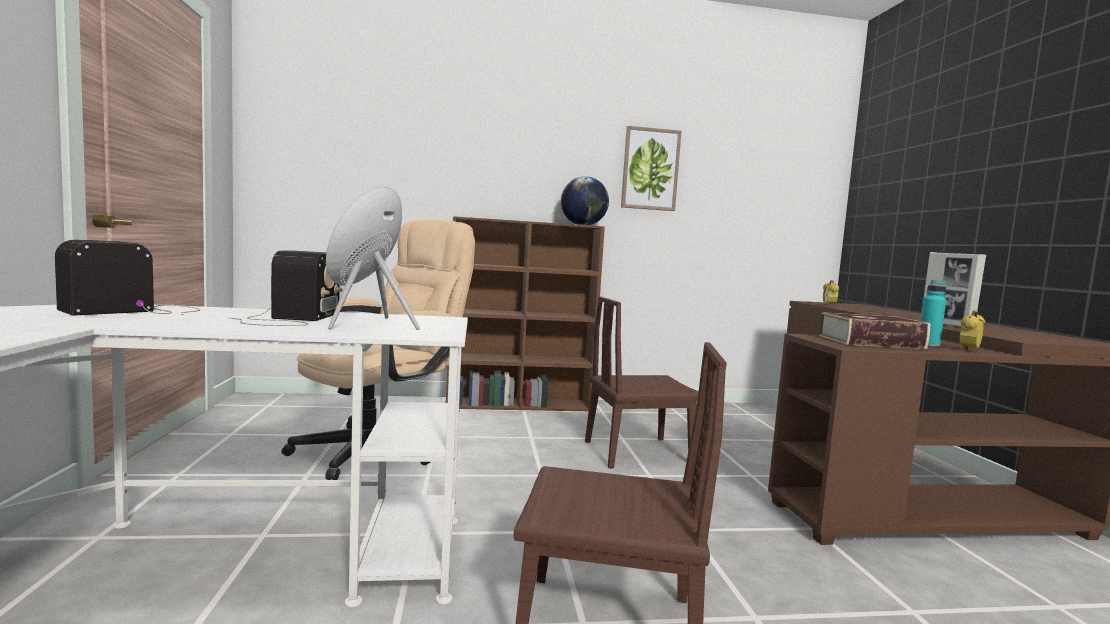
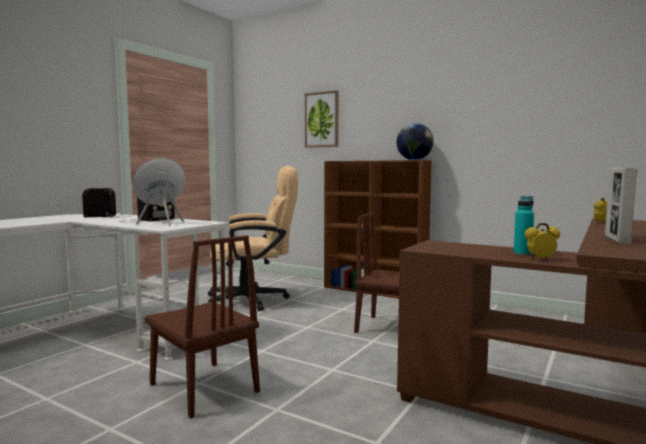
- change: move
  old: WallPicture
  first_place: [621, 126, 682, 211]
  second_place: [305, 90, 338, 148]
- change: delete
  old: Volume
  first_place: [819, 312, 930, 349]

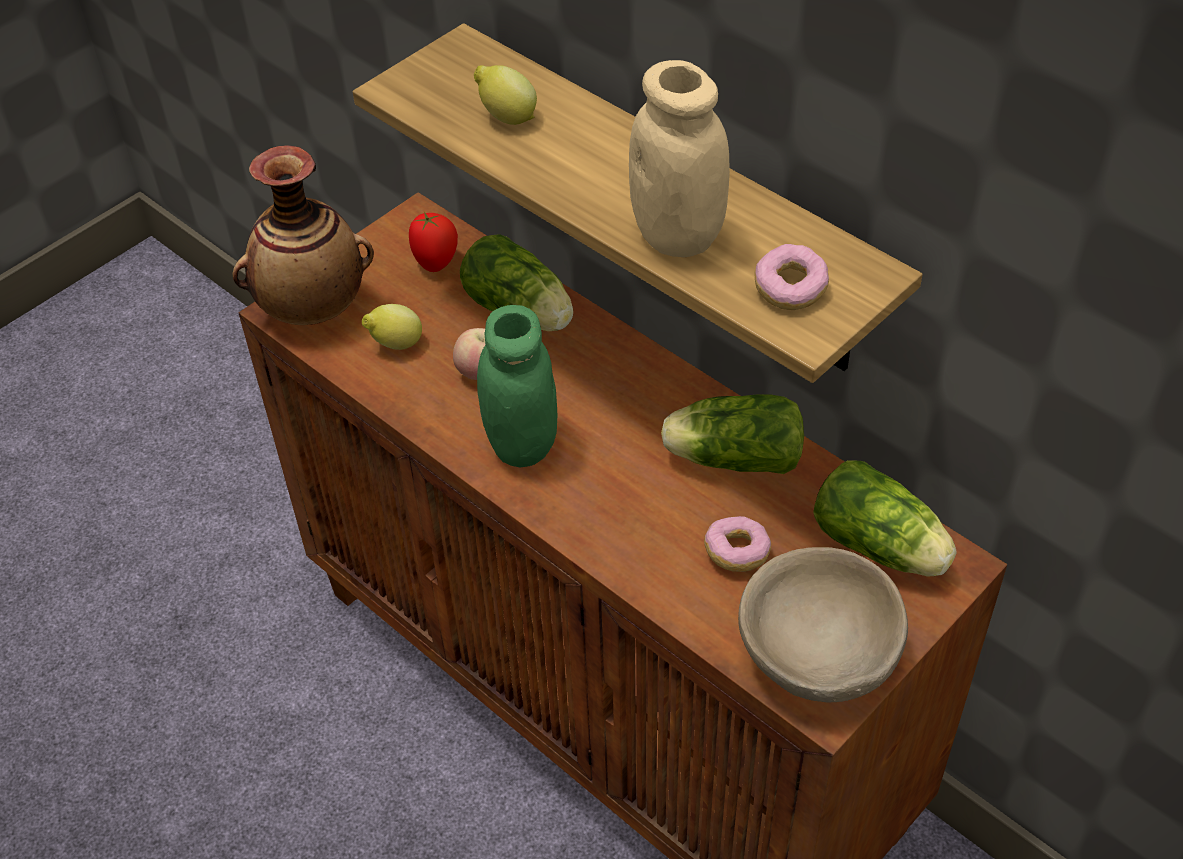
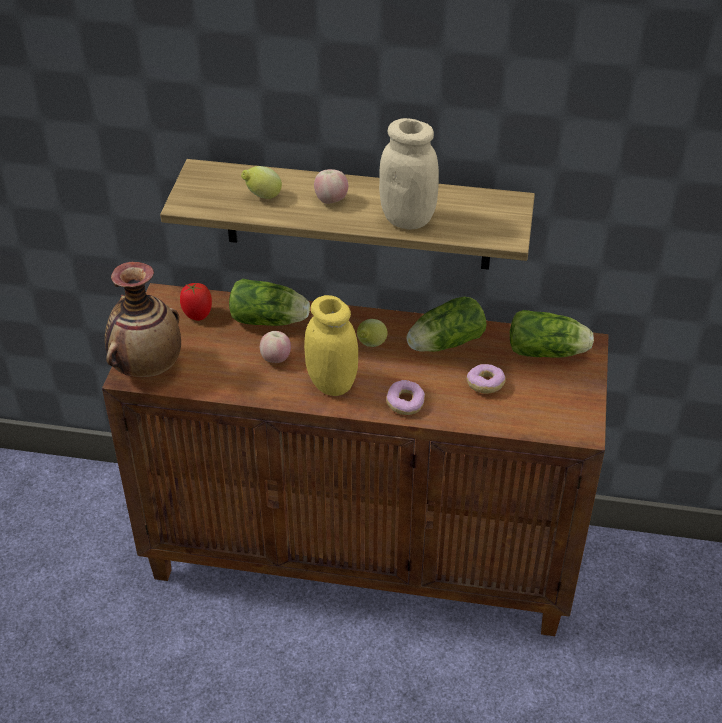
- change: move
  old: WholeLemon
  first_place: [362, 304, 422, 350]
  second_place: [357, 319, 388, 347]
- change: recolor
  old: GreenStorageJar
  new: YellowStorageJar
  first_place: [477, 305, 557, 468]
  second_place: [304, 295, 358, 396]
- change: delete
  old: SandColouredServingBowl
  first_place: [738, 547, 908, 703]
- change: move
  old: Donut
  first_place: [754, 244, 829, 310]
  second_place: [386, 380, 425, 415]
- change: insert
  new: AppleFruit
  second_place: [314, 169, 348, 204]

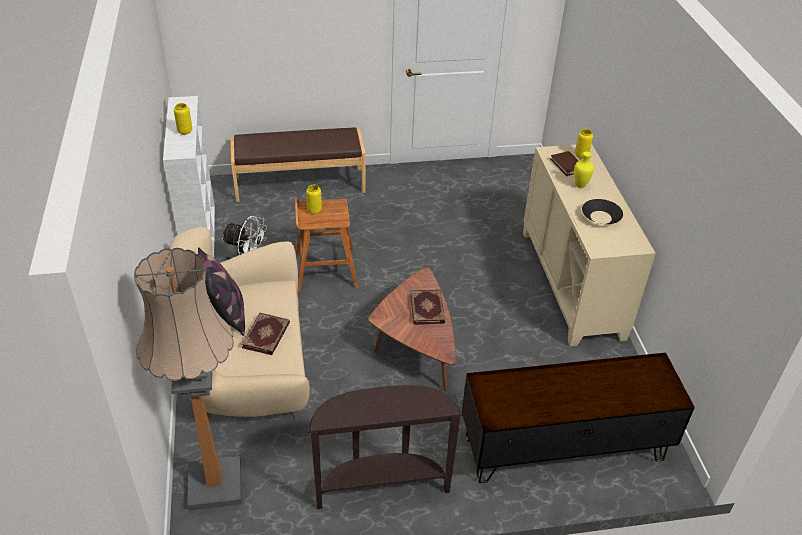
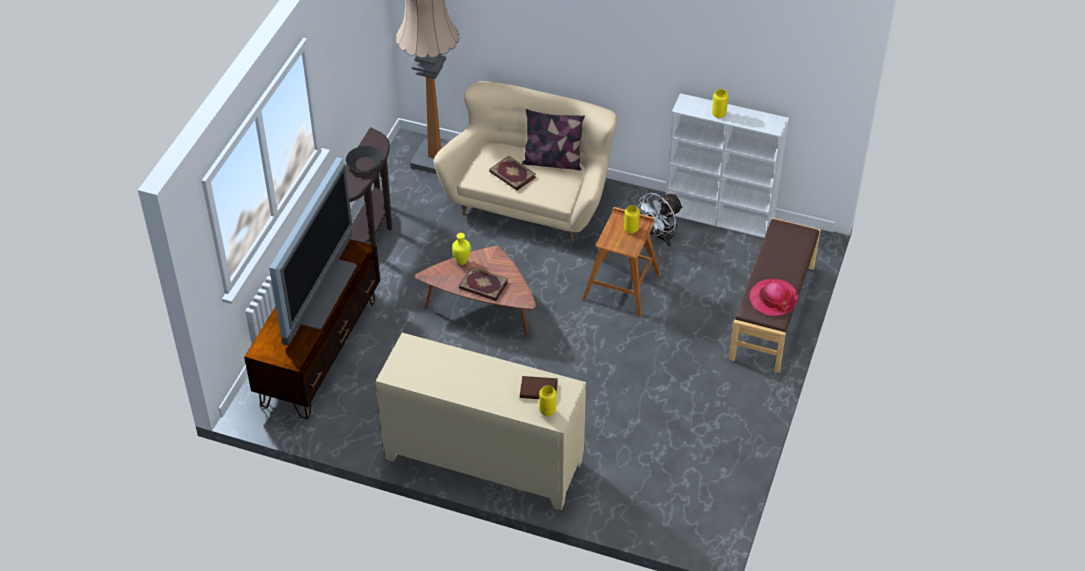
- change: move
  old: YellowVase
  first_place: [574, 151, 594, 188]
  second_place: [452, 233, 471, 265]
- change: move
  old: BlackServingBowl
  first_place: [582, 199, 623, 224]
  second_place: [346, 146, 384, 171]
- change: insert
  new: Television
  second_place: [269, 157, 357, 345]
- change: insert
  new: Hat
  second_place: [749, 279, 798, 316]

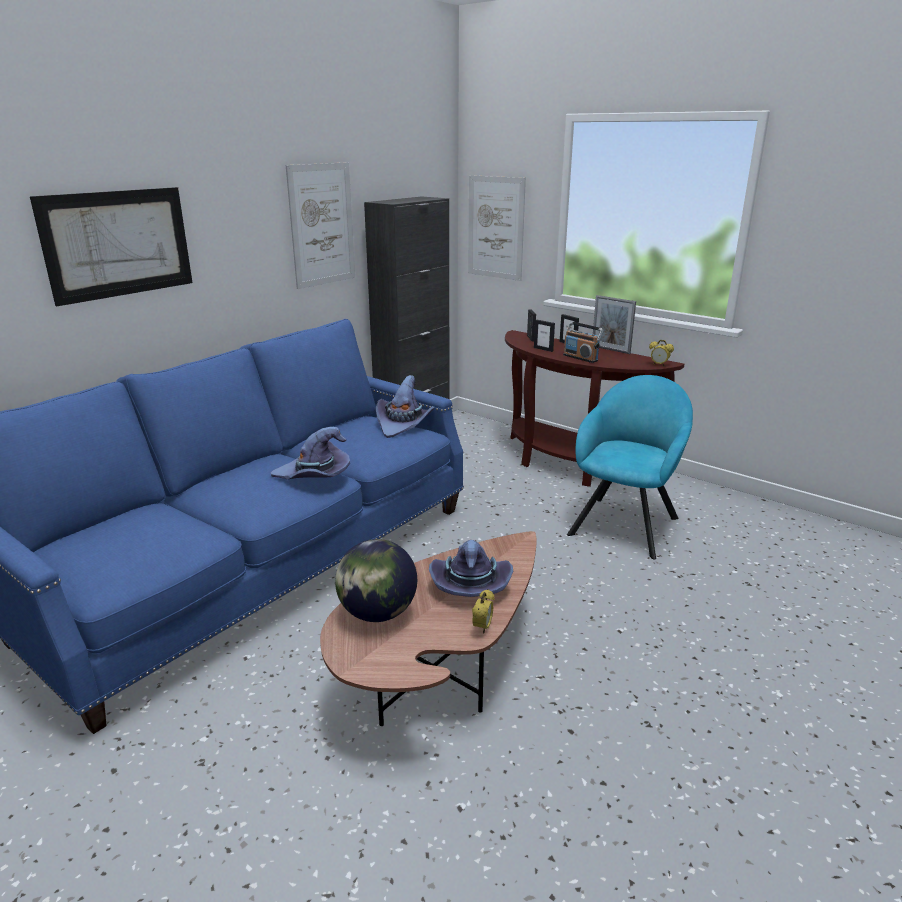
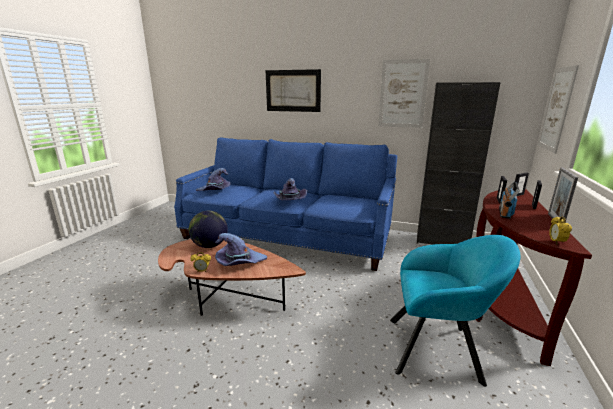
- change: move
  old: PurplishHat
  first_place: [376, 375, 435, 438]
  second_place: [196, 168, 231, 191]

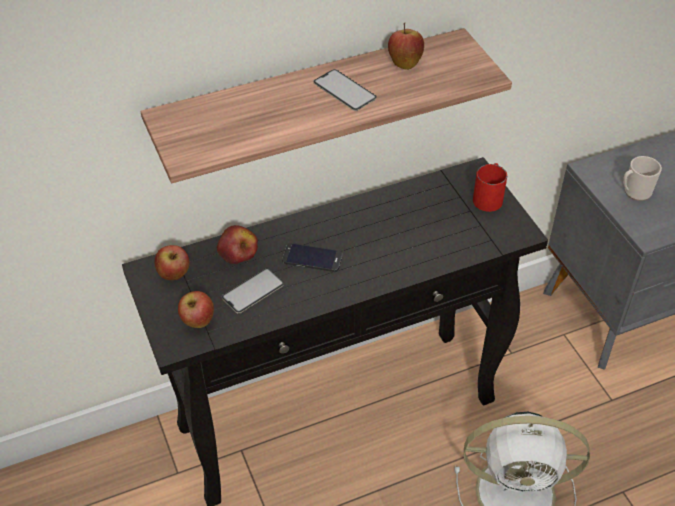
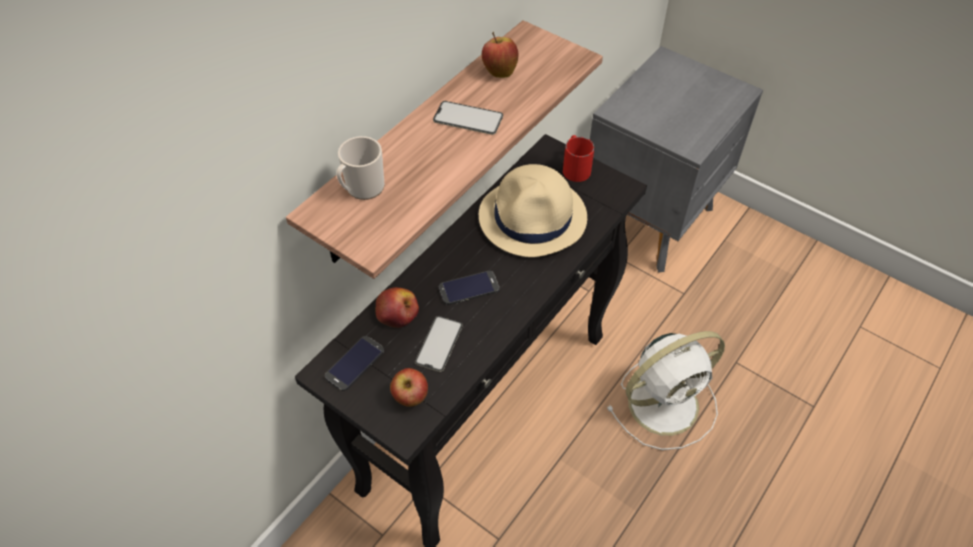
- change: replace
  old: AppleFruit
  new: Telephone
  first_place: [154, 245, 190, 280]
  second_place: [325, 336, 384, 391]
- change: move
  old: TeaMug
  first_place: [623, 156, 662, 201]
  second_place: [336, 136, 385, 200]
- change: insert
  new: SandColouredHat
  second_place: [479, 164, 587, 257]

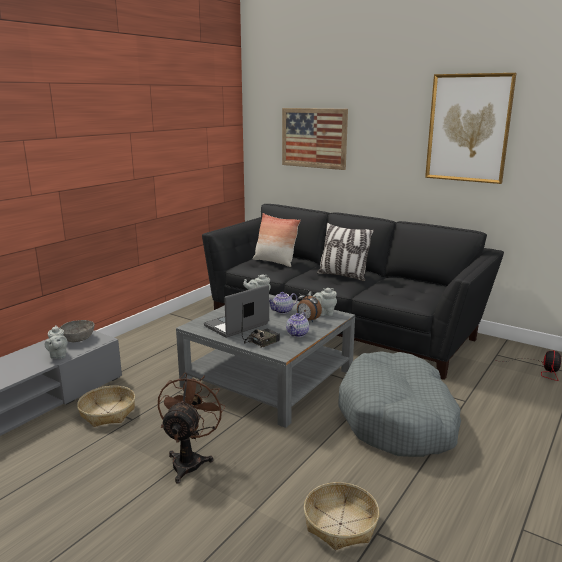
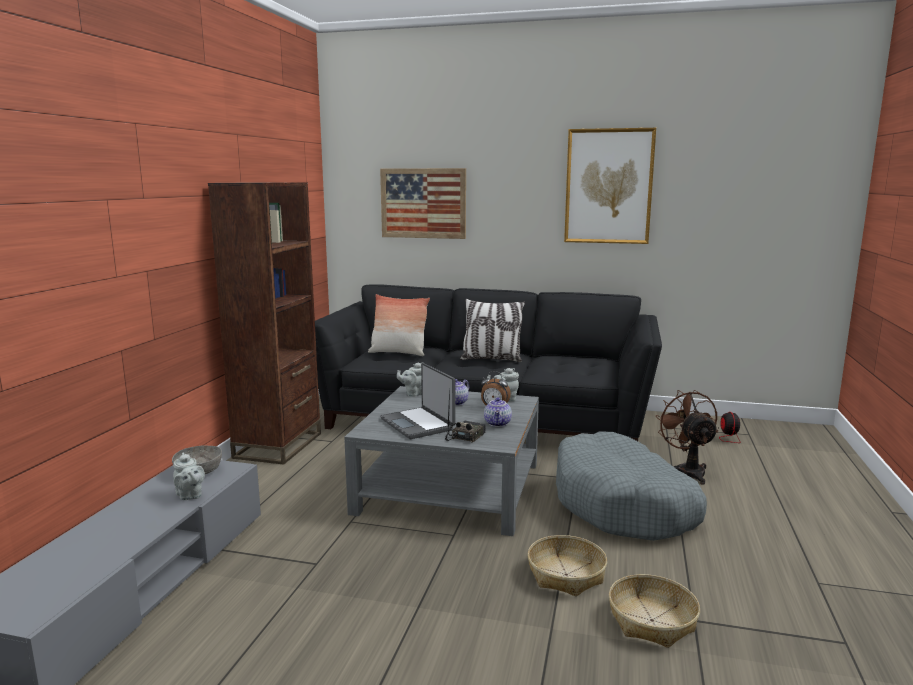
- change: move
  old: Basket
  first_place: [77, 386, 135, 427]
  second_place: [527, 535, 607, 596]
- change: move
  old: BrownColouredFan
  first_place: [158, 373, 225, 484]
  second_place: [655, 390, 719, 485]
- change: rotate
  old: PortableComputer
  first_place: [204, 285, 269, 338]
  second_place: [380, 363, 455, 439]
  degrees: -60
- change: insert
  new: BrownColouredBookshelf
  second_place: [208, 182, 321, 464]

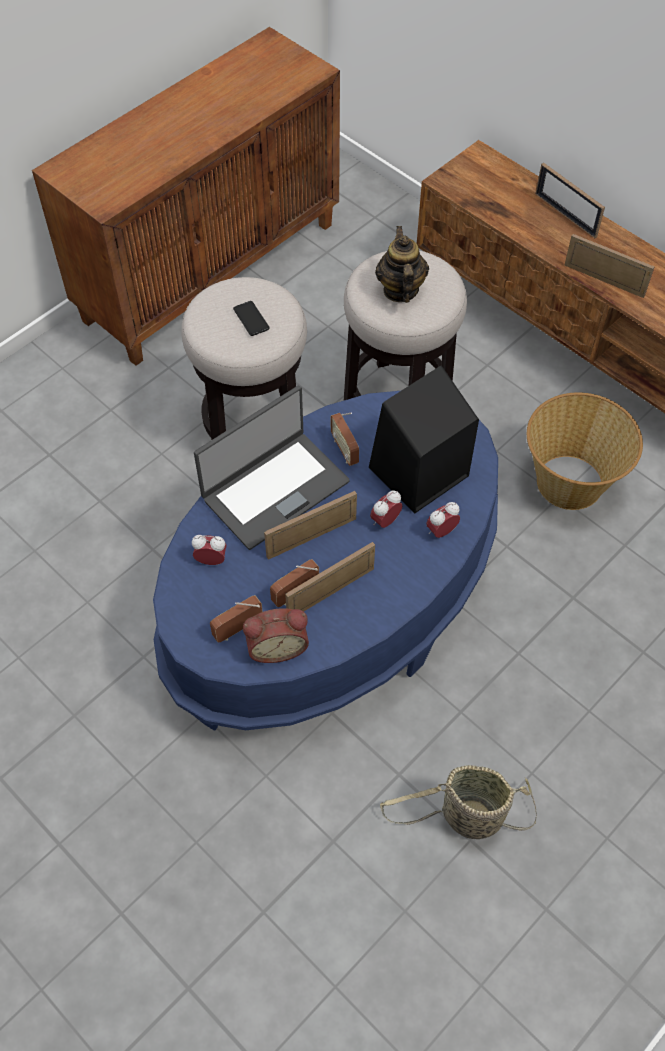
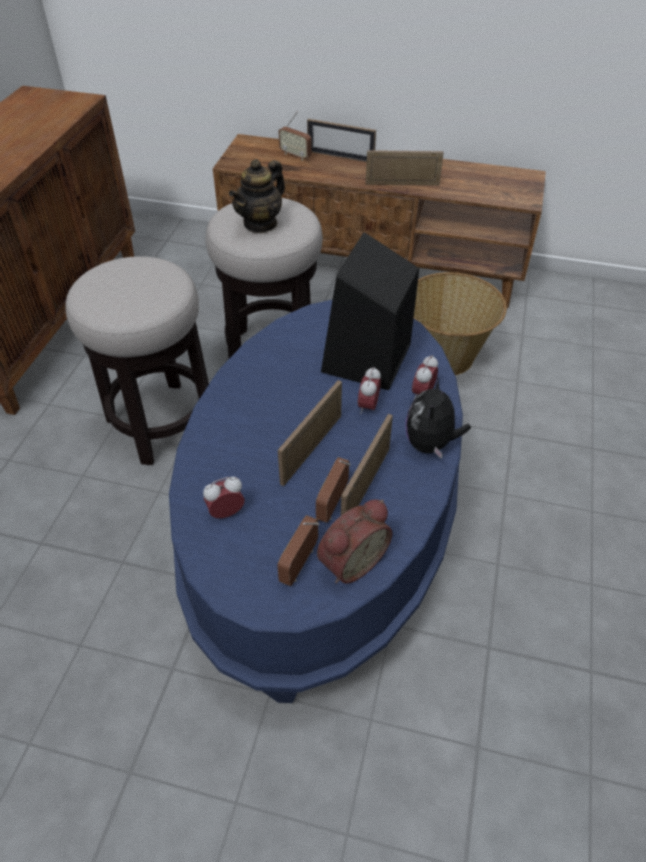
- change: delete
  old: PortableComputer
  first_place: [194, 386, 350, 550]
- change: delete
  old: Telephone
  first_place: [233, 301, 270, 336]
- change: move
  old: RadioReceiver
  first_place: [331, 412, 359, 466]
  second_place: [278, 111, 312, 161]
- change: rotate
  old: PotForTea
  first_place: [375, 226, 429, 303]
  second_place: [229, 159, 285, 233]
  degrees: -105
- change: delete
  old: Basket
  first_place: [380, 765, 537, 839]
- change: insert
  new: PlushToy
  second_place: [405, 377, 471, 459]

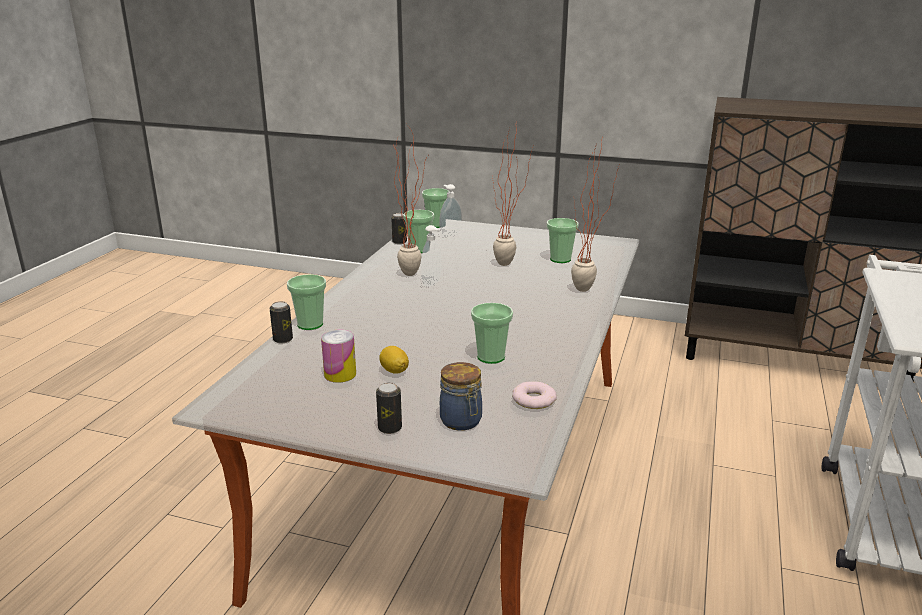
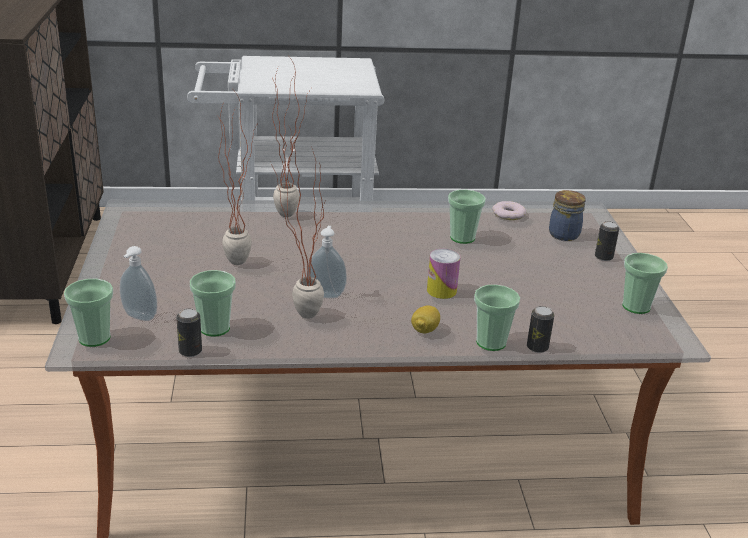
- change: move
  old: MetalCan
  first_place: [321, 330, 356, 383]
  second_place: [427, 249, 460, 299]
- change: move
  old: WholeLemon
  first_place: [379, 346, 409, 374]
  second_place: [411, 305, 440, 333]
- change: move
  old: SmallCup
  first_place: [547, 218, 579, 263]
  second_place: [622, 253, 668, 314]

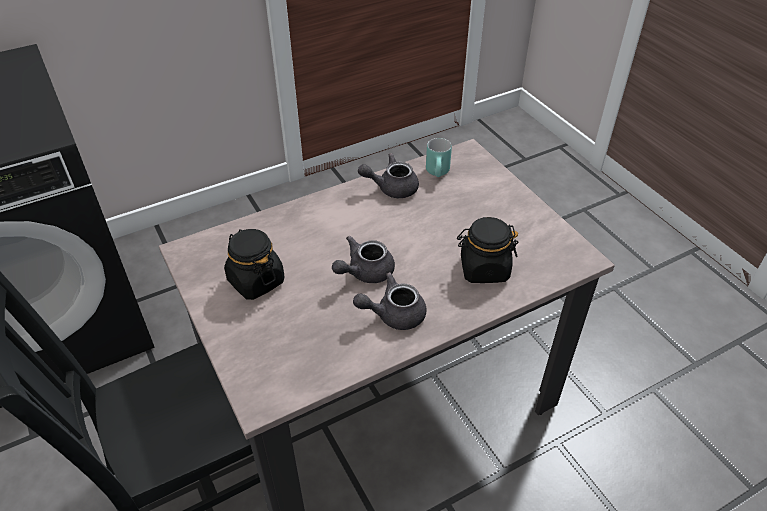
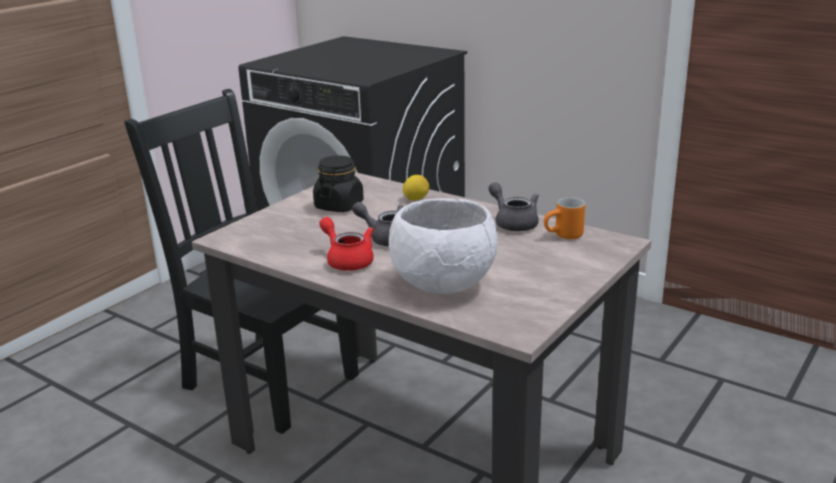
- change: recolor
  old: GreyPotForTea
  new: RedColouredPotForTea
  first_place: [353, 272, 426, 330]
  second_place: [319, 217, 374, 271]
- change: recolor
  old: TurquoiseColouredTeaMug
  new: OrangeTeaMug
  first_place: [426, 138, 452, 177]
  second_place: [544, 197, 585, 239]
- change: replace
  old: BlackStorageJar
  new: WhiteServingBowl
  first_place: [457, 217, 518, 283]
  second_place: [389, 198, 498, 294]
- change: insert
  new: WholeLemon
  second_place: [403, 175, 429, 201]

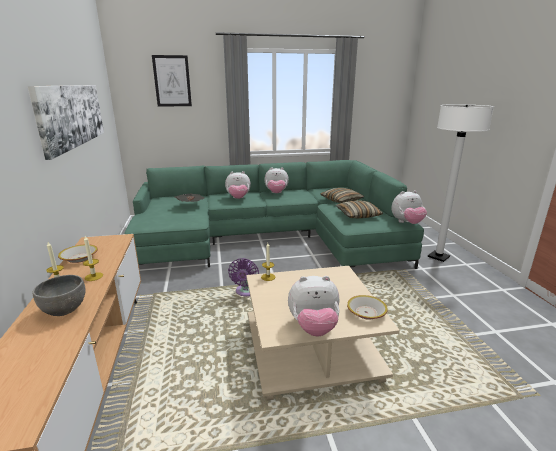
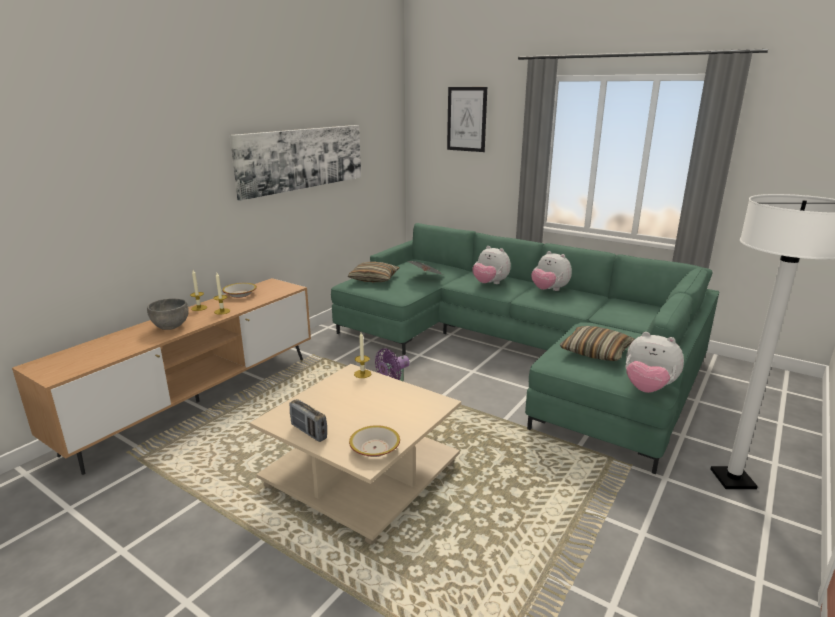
- change: replace
  old: PlushToy
  new: RadioReceiver
  first_place: [288, 276, 340, 336]
  second_place: [289, 399, 327, 442]
- change: move
  old: Cushion
  first_place: [320, 188, 365, 203]
  second_place: [348, 261, 400, 282]

